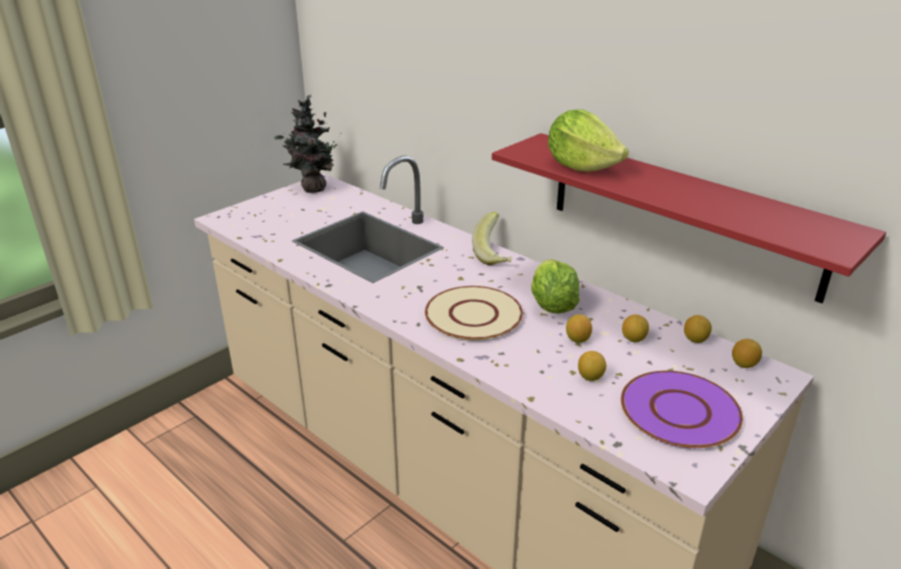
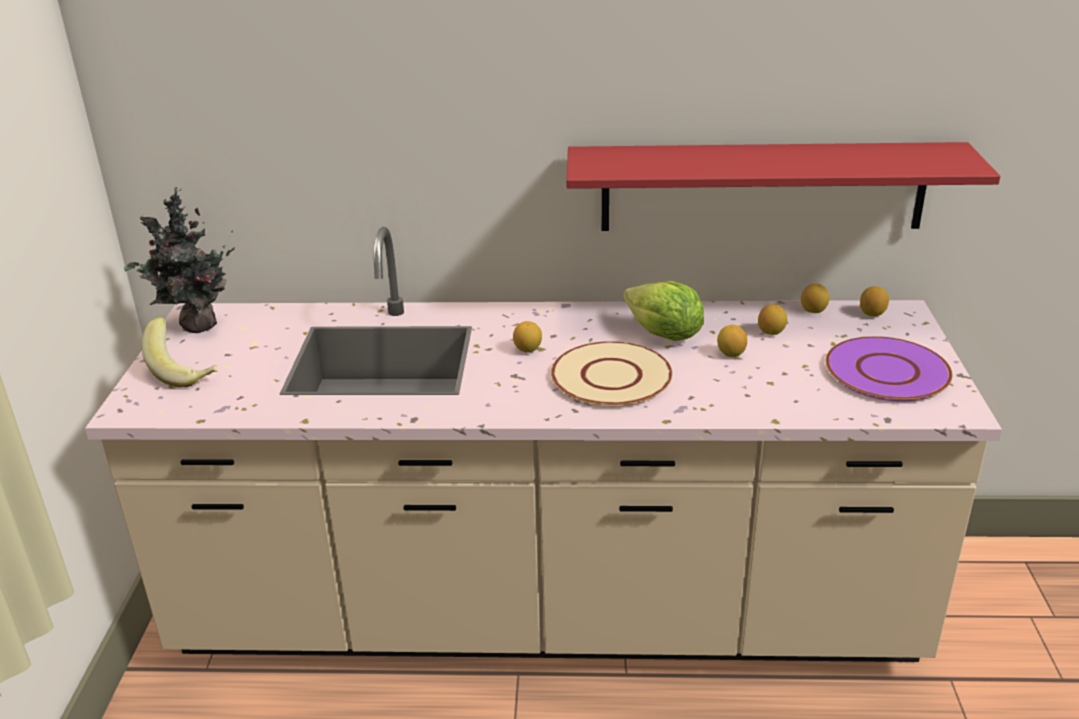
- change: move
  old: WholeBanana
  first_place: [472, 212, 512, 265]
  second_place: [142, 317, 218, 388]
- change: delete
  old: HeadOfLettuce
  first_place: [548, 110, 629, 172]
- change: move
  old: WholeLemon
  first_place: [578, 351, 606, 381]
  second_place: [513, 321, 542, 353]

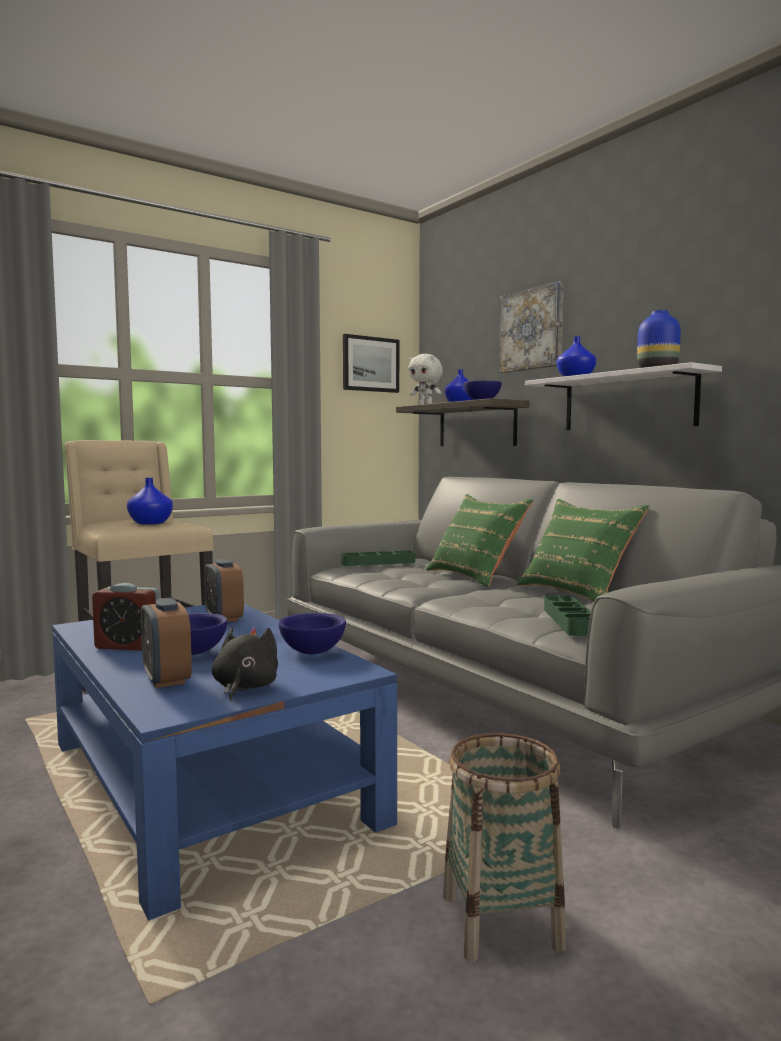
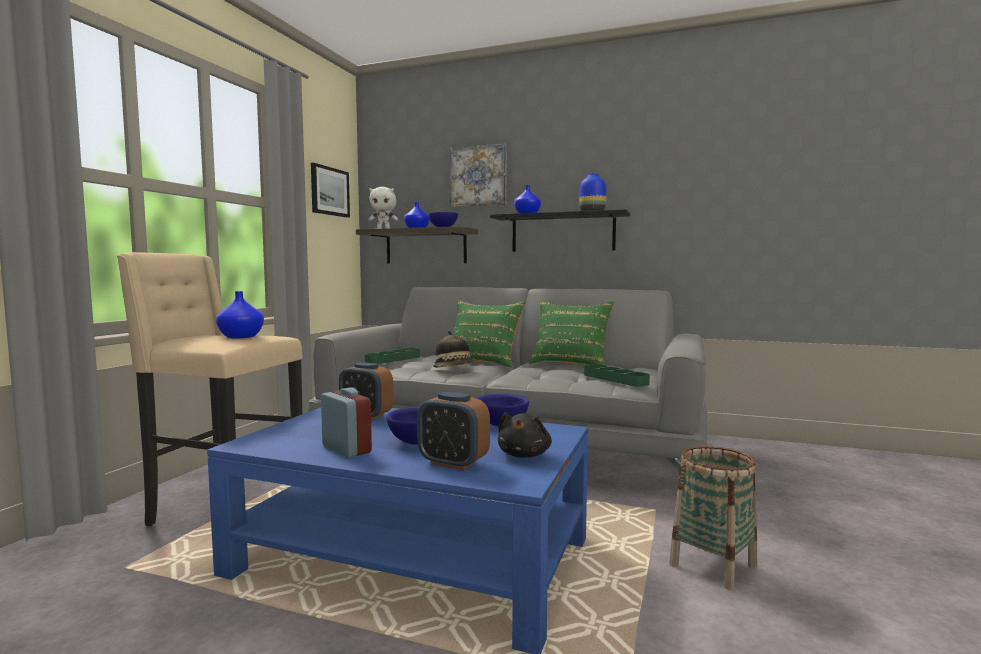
- change: rotate
  old: BedsideClock
  first_place: [92, 583, 160, 651]
  second_place: [321, 387, 372, 458]
  degrees: -105
- change: rotate
  old: BlackPlushToy
  first_place: [211, 627, 278, 702]
  second_place: [498, 412, 552, 458]
  degrees: -135
- change: recolor
  old: WhiteShelf
  new: BlackShelf
  first_place: [525, 362, 722, 430]
  second_place: [490, 209, 630, 252]
- change: insert
  new: Hat
  second_place: [433, 331, 474, 368]

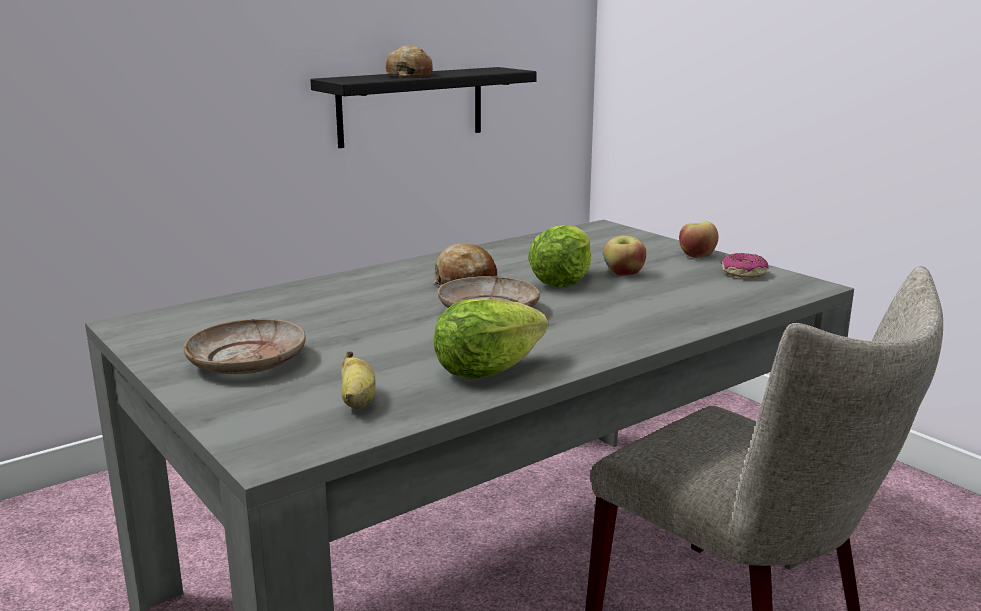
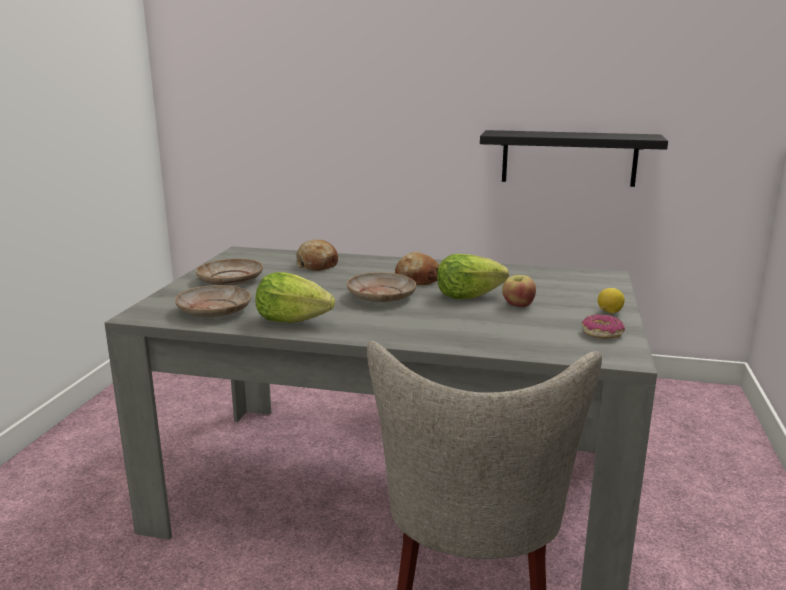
- change: replace
  old: WholeBanana
  new: SandColouredFlatDish
  first_place: [341, 351, 376, 409]
  second_place: [175, 285, 251, 317]
- change: move
  old: BakedBread
  first_place: [386, 45, 433, 77]
  second_place: [296, 240, 338, 271]
- change: replace
  old: AppleFruit
  new: WholeLemon
  first_place: [679, 222, 718, 258]
  second_place: [598, 288, 625, 313]

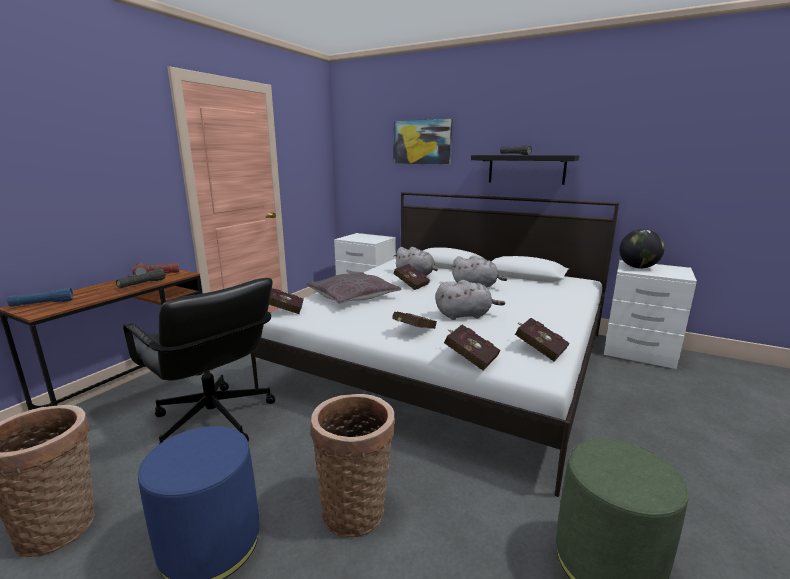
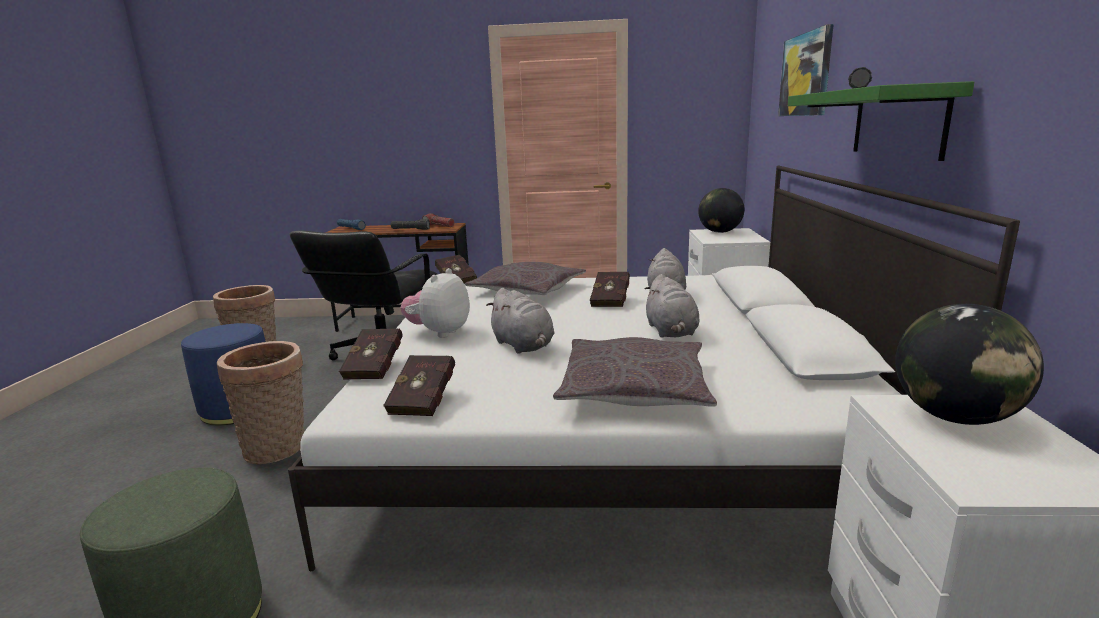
- change: replace
  old: RedColouredVolume
  new: PlushToy
  first_place: [392, 312, 437, 329]
  second_place: [400, 268, 470, 338]
- change: recolor
  old: BlackShelf
  new: GreenShelf
  first_place: [471, 155, 579, 185]
  second_place: [788, 81, 974, 161]
- change: insert
  new: GreyCushion
  second_place: [553, 337, 717, 407]
- change: insert
  new: WorldGlobe
  second_place: [698, 188, 744, 233]

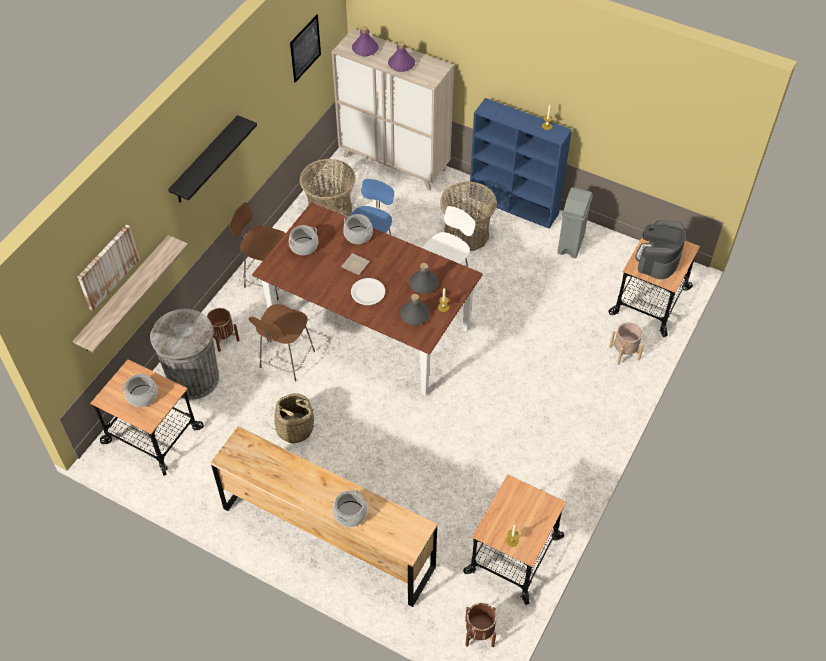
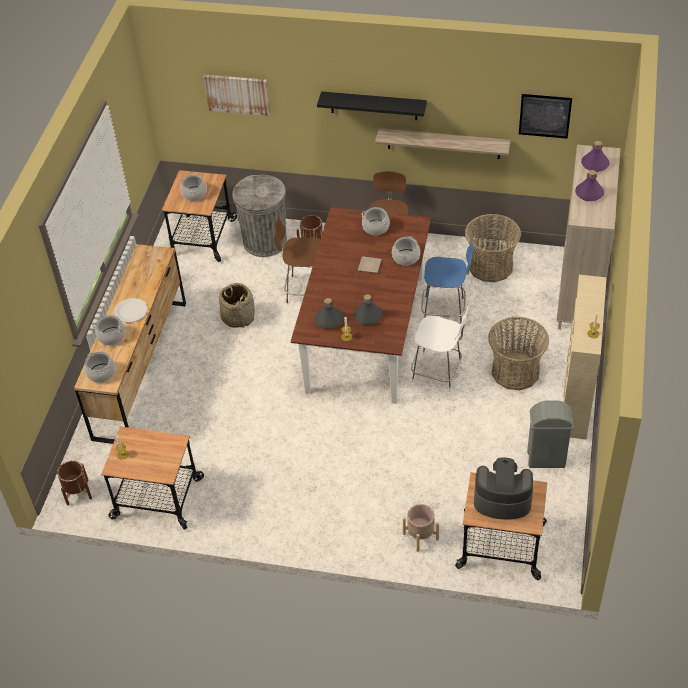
- change: move
  old: Shelf
  first_place: [73, 235, 189, 353]
  second_place: [375, 128, 511, 159]
- change: move
  old: WhiteFlatDish
  first_place: [351, 278, 385, 305]
  second_place: [114, 298, 148, 322]
- change: recolor
  old: BlueColouredBookshelf
  new: SandColouredBookshelf
  first_place: [469, 98, 572, 229]
  second_place: [563, 275, 607, 440]
- change: insert
  new: CookingPot
  second_place: [84, 351, 115, 383]

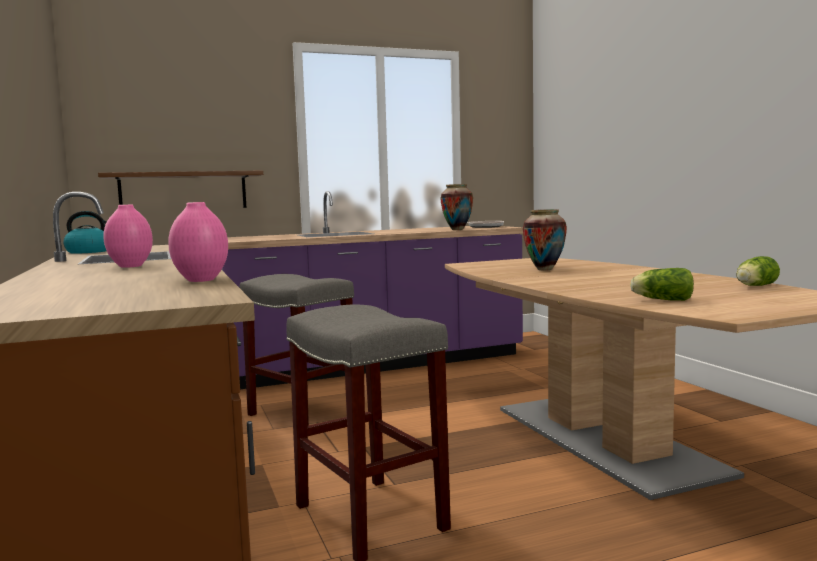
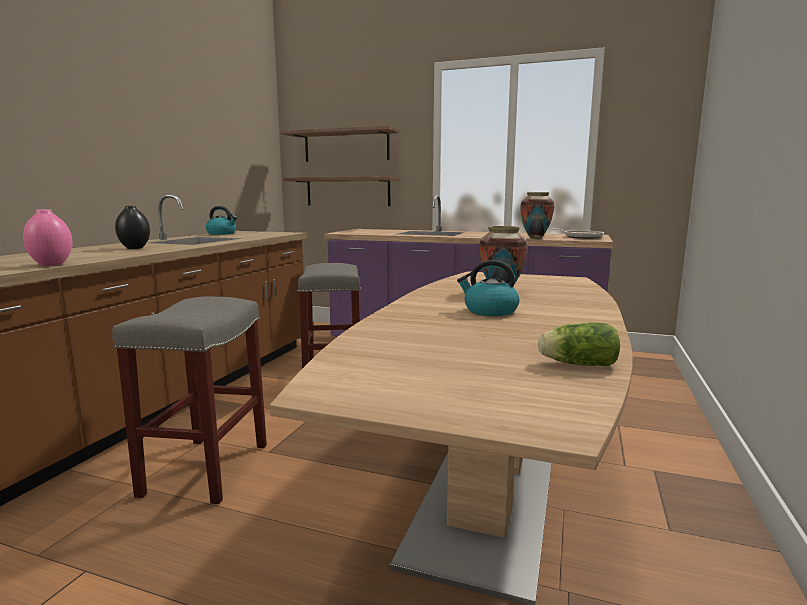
- change: recolor
  old: PinkVase
  new: BlackVase
  first_place: [103, 205, 153, 268]
  second_place: [115, 206, 150, 249]
- change: delete
  old: HeadOfLettuce
  first_place: [630, 268, 694, 301]
- change: insert
  new: Shelf
  second_place: [280, 126, 399, 162]
- change: insert
  new: WaterKettle
  second_place: [457, 260, 520, 316]

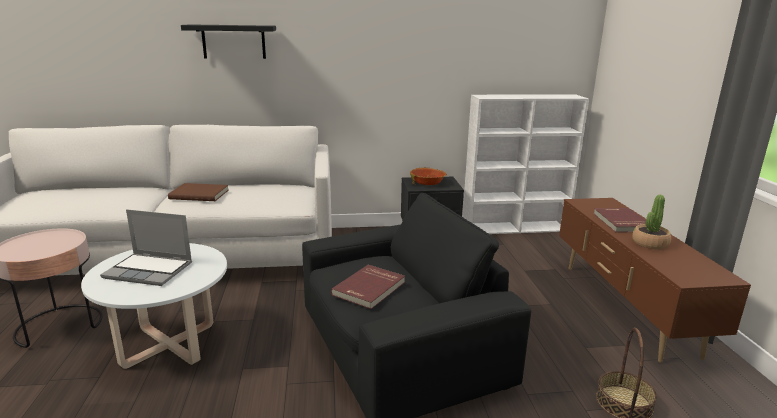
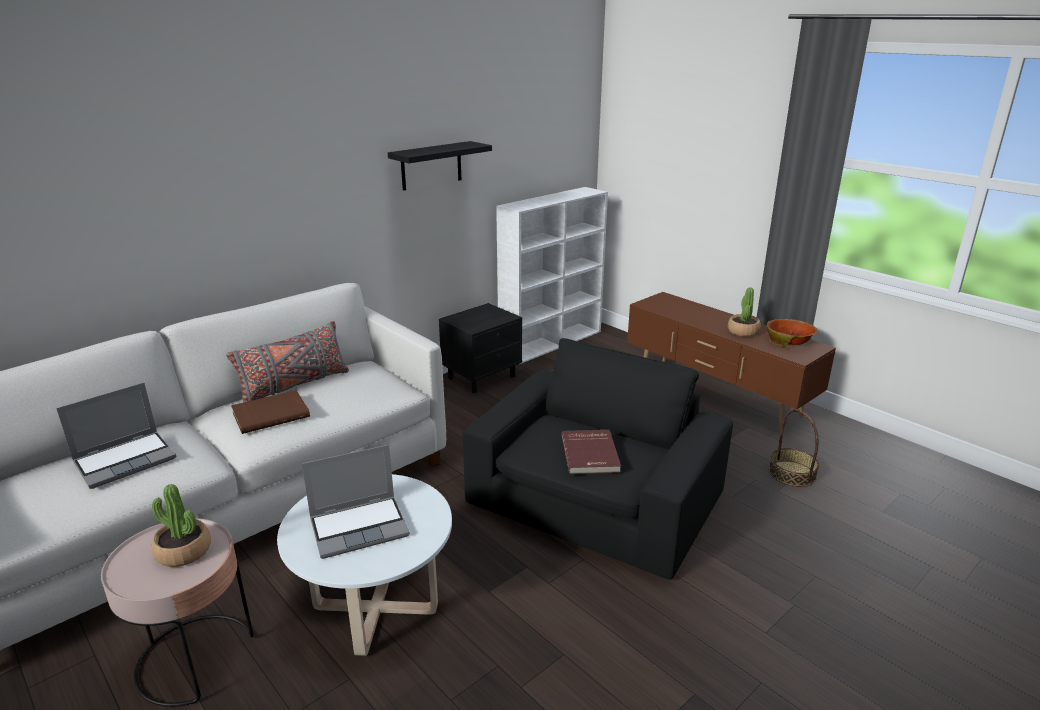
- change: move
  old: BlackShelf
  first_place: [181, 24, 276, 59]
  second_place: [388, 141, 492, 190]
- change: move
  old: ServingBowl
  first_place: [410, 168, 447, 185]
  second_place: [767, 319, 818, 347]
- change: delete
  old: RedColouredVolume
  first_place: [594, 208, 646, 232]
- change: insert
  new: PortableComputer
  second_place: [56, 383, 176, 489]
- change: insert
  new: PottedPlant
  second_place: [152, 484, 211, 567]
- change: insert
  new: GreyCushion
  second_place: [226, 321, 349, 402]

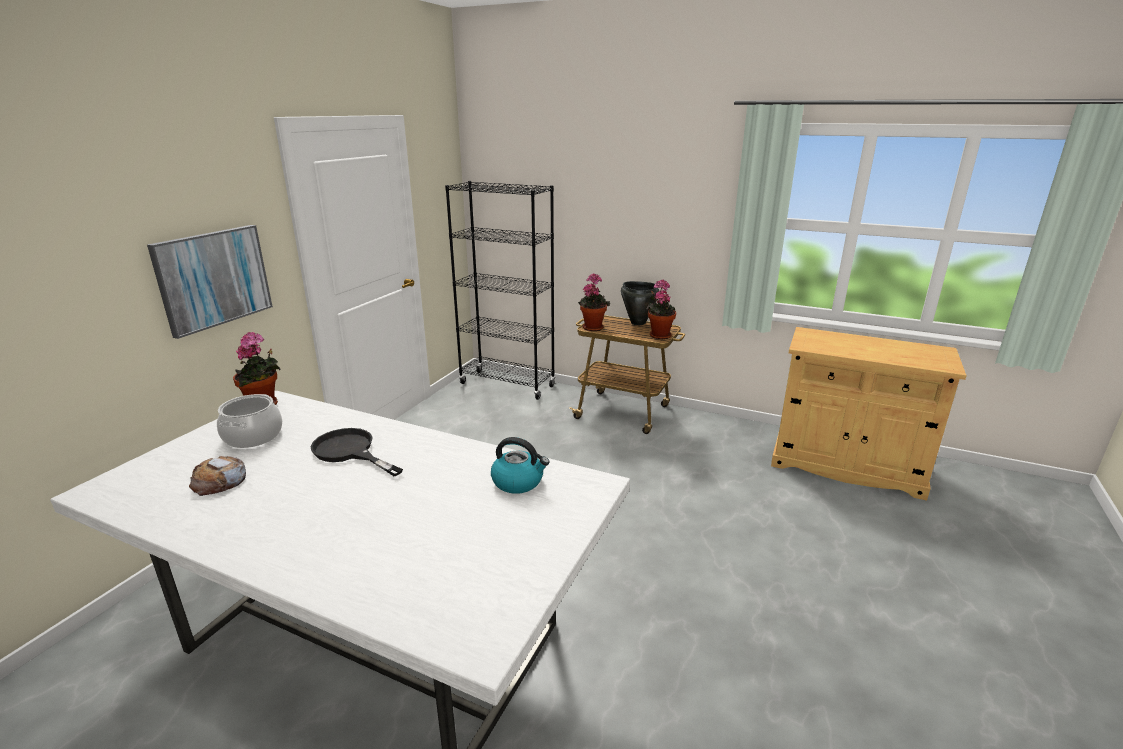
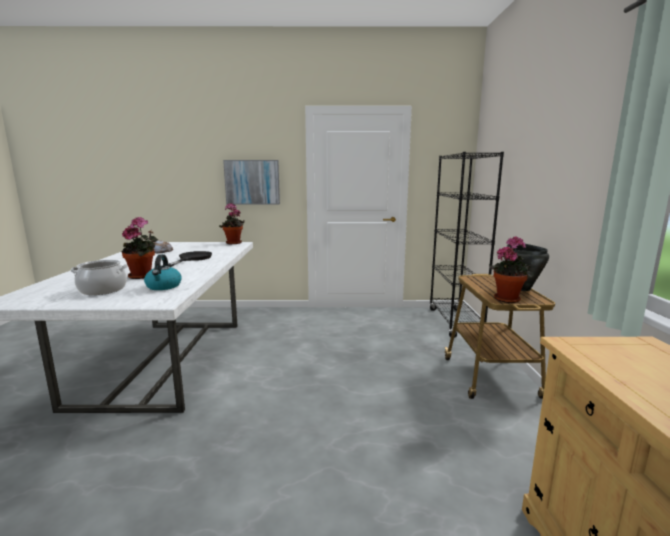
- change: move
  old: CookingPot
  first_place: [217, 394, 282, 448]
  second_place: [71, 260, 128, 295]
- change: move
  old: PottedPlant
  first_place: [578, 273, 610, 331]
  second_place: [122, 217, 158, 279]

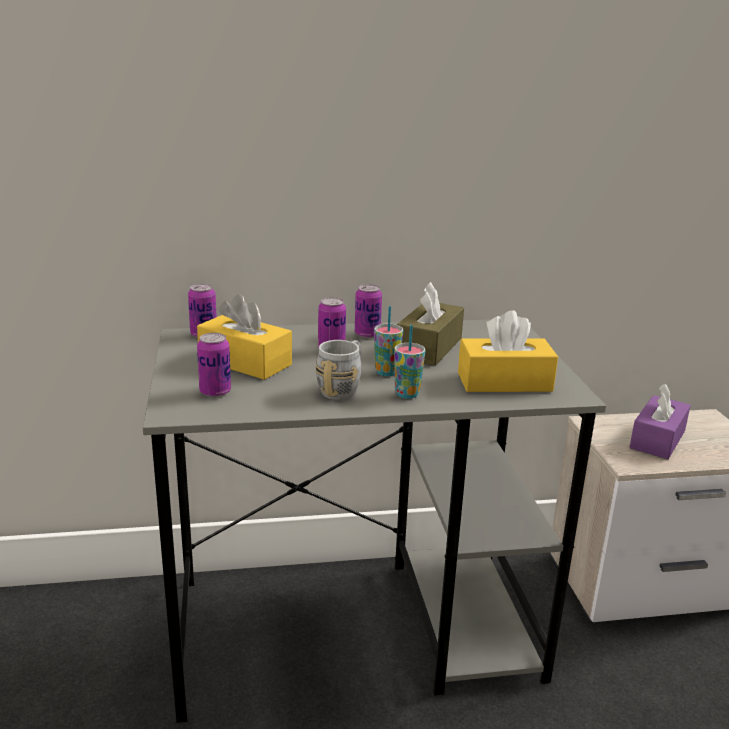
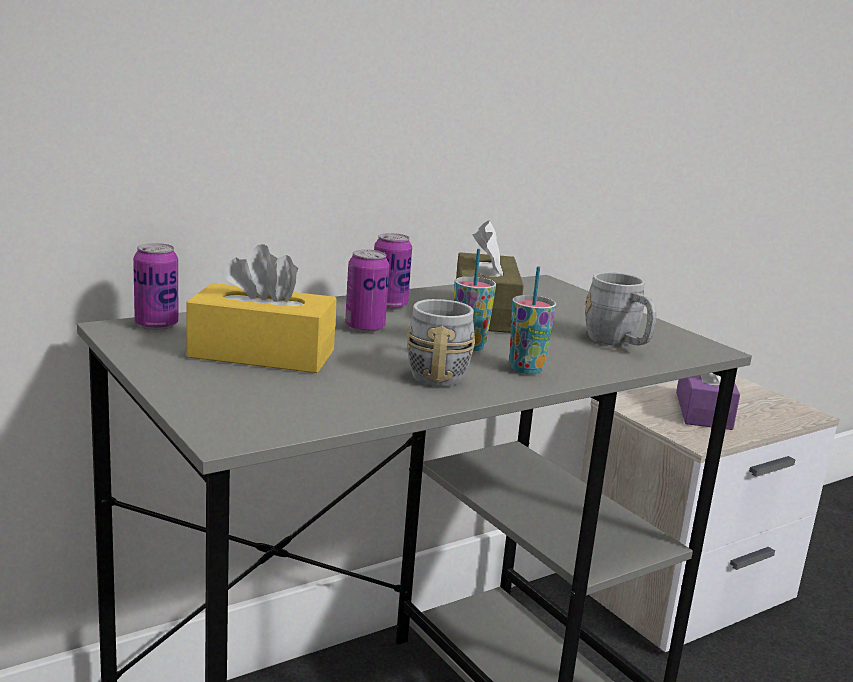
- change: delete
  old: MetalCan
  first_place: [197, 333, 231, 397]
- change: replace
  old: YellowBoxOfTissues
  new: GreyTeaMug
  first_place: [458, 310, 558, 392]
  second_place: [585, 272, 656, 346]

